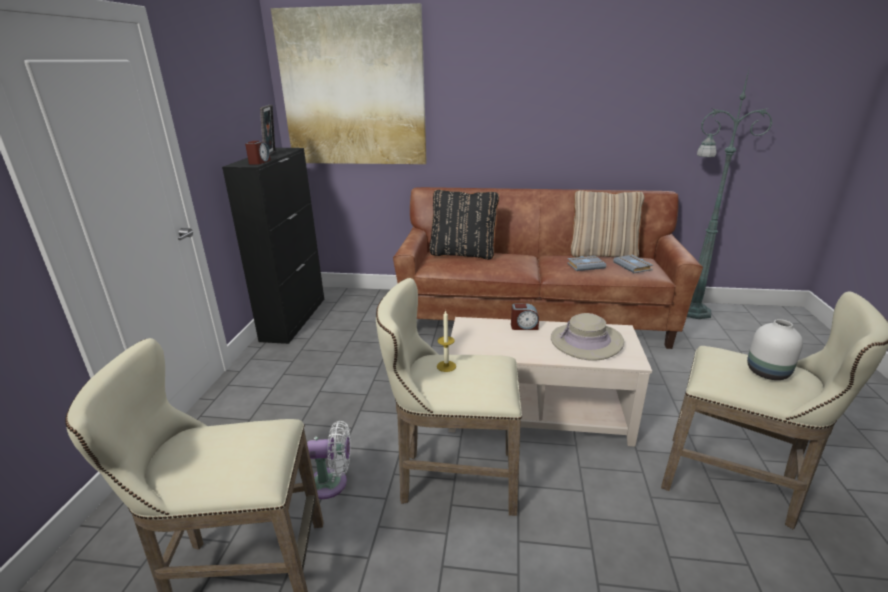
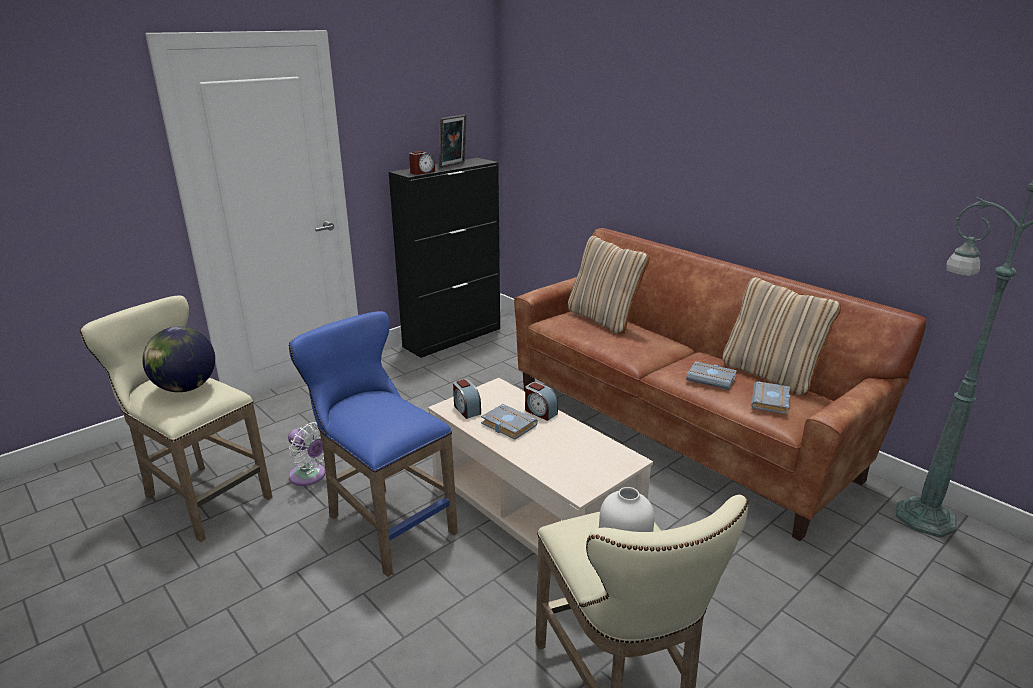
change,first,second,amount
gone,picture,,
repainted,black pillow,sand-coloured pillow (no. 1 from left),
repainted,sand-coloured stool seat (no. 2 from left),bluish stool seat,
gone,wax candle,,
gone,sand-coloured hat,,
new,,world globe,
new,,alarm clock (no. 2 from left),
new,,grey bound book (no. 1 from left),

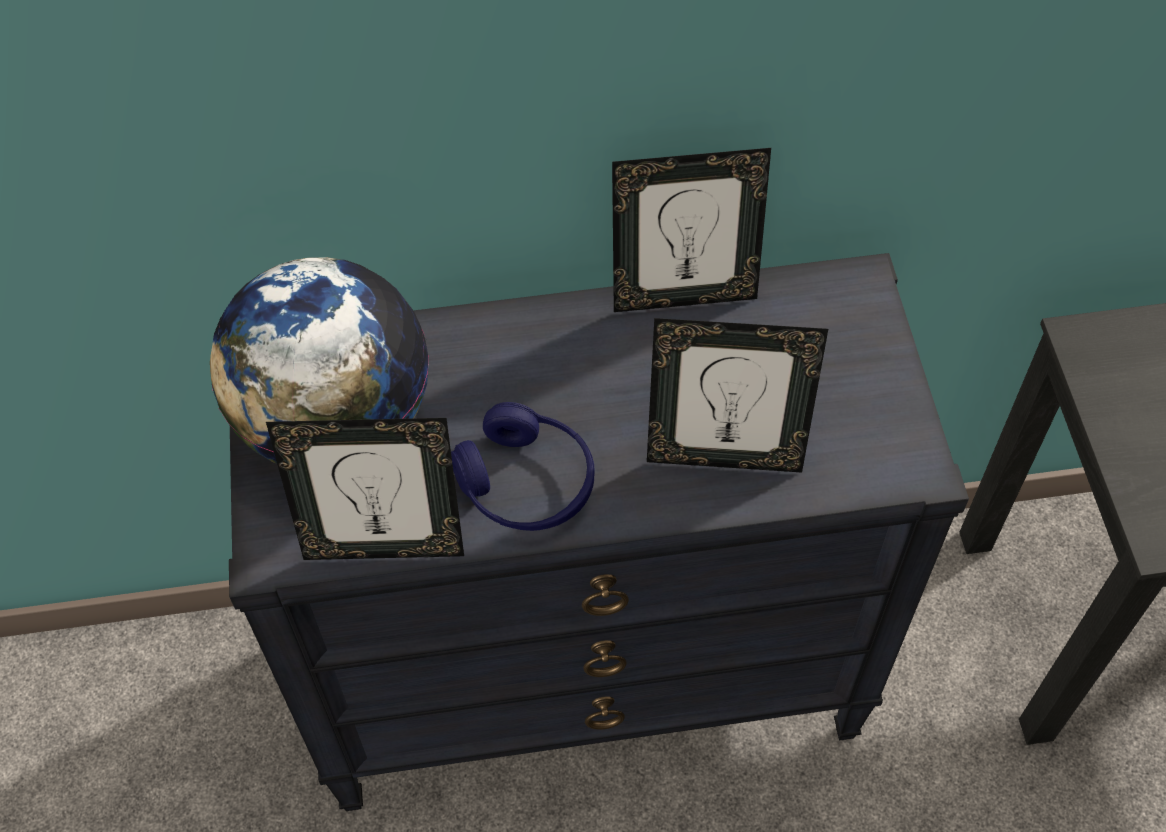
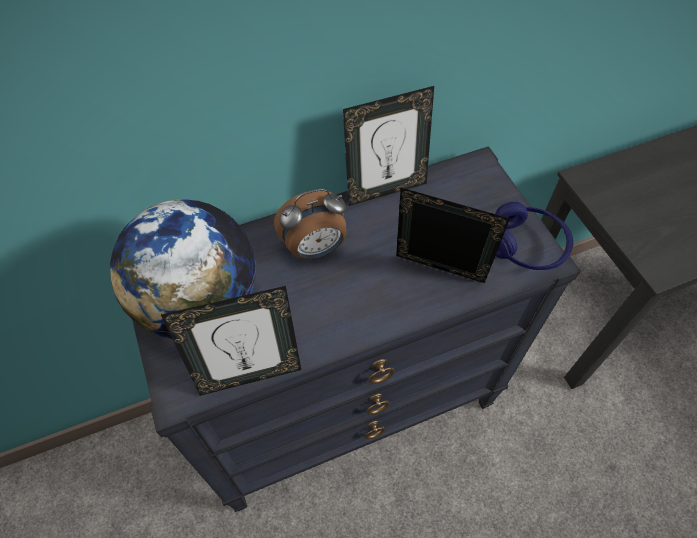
change,first,second,amount
rotated,standing frame (no. 3 from left),,150 degrees counterclockwise
shifted,bluish headset,,
new,,alarm clock,

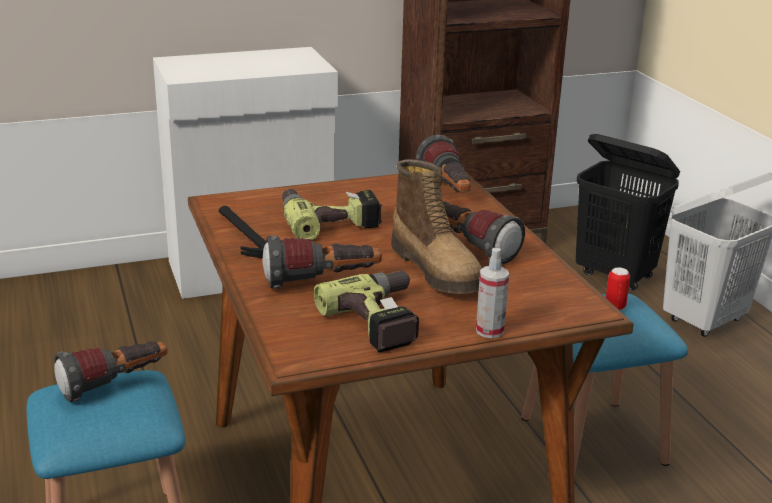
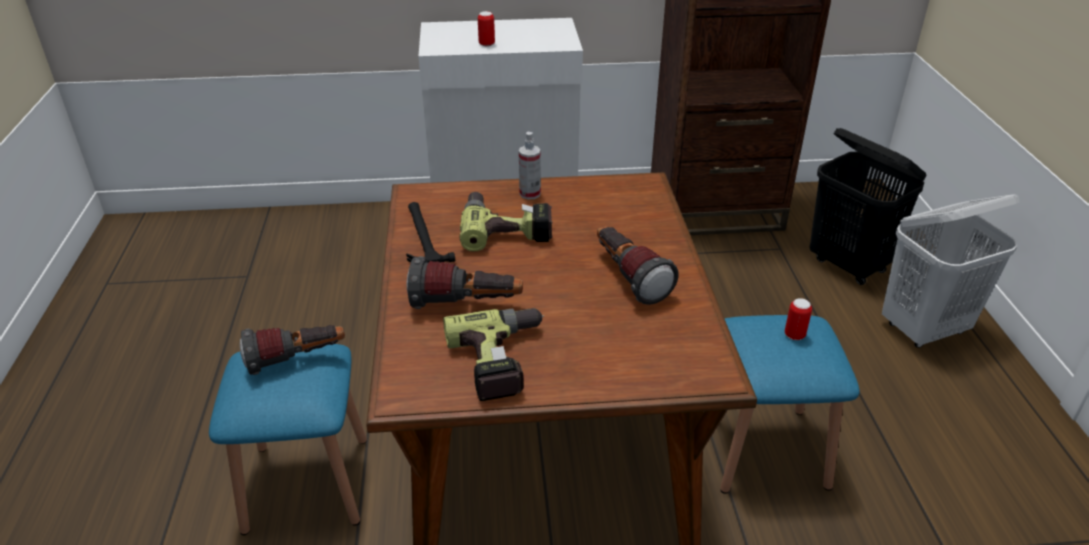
change,first,second,amount
gone,flashlight (no. 3 from left),,
gone,high-top boot,,
shifted,spray bottle,,
new,,metal can (no. 1 from left),

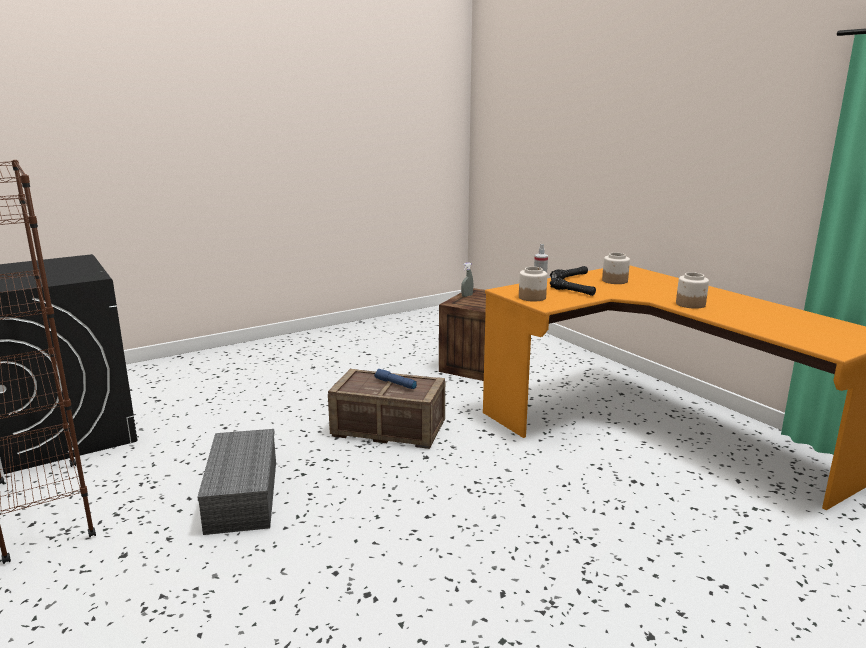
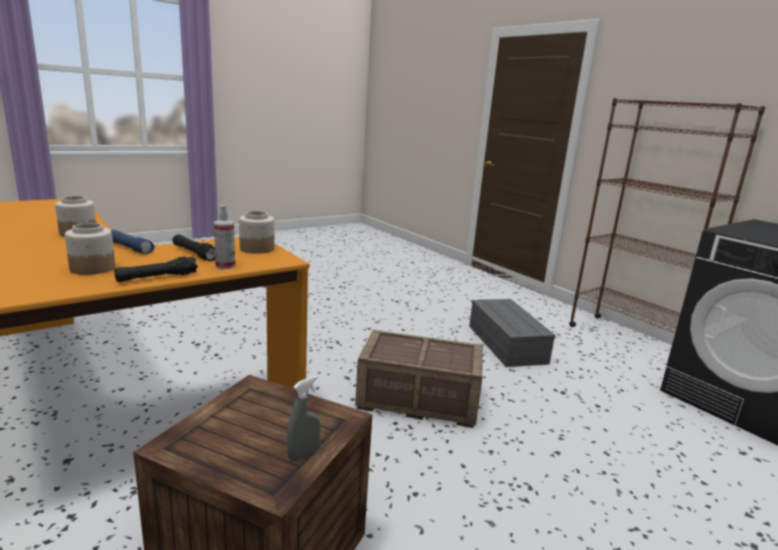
change,first,second,amount
shifted,bluish flashlight,,

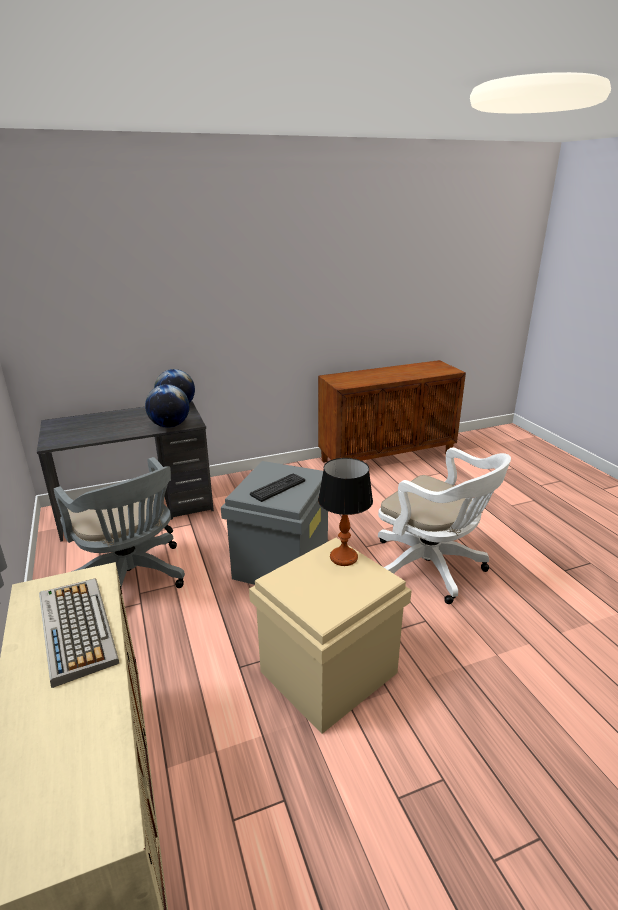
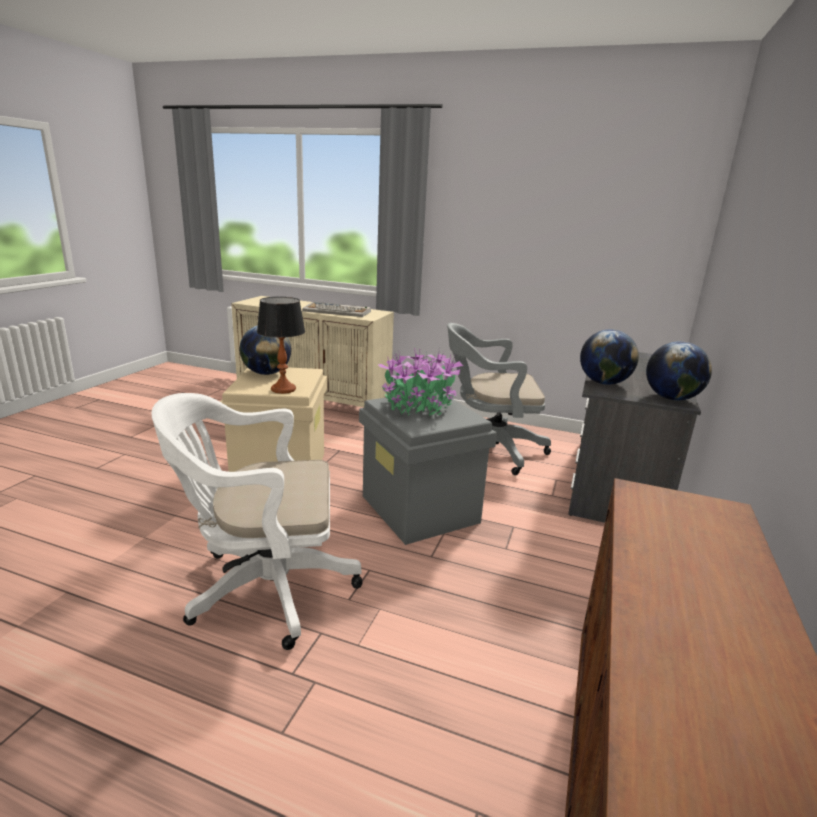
change,first,second,amount
swapped,computer keyboard (no. 2 from left),potted plant,
new,,world globe (no. 1 from left),

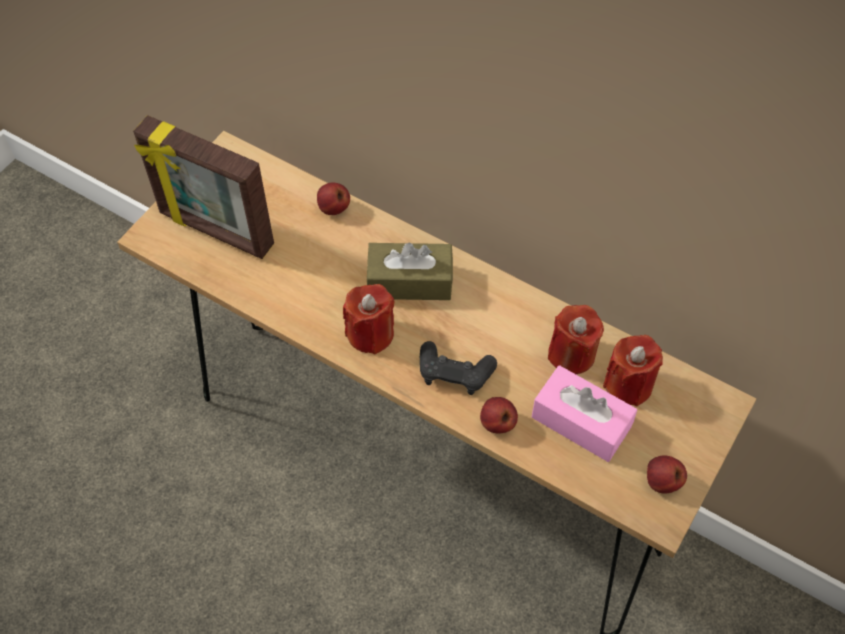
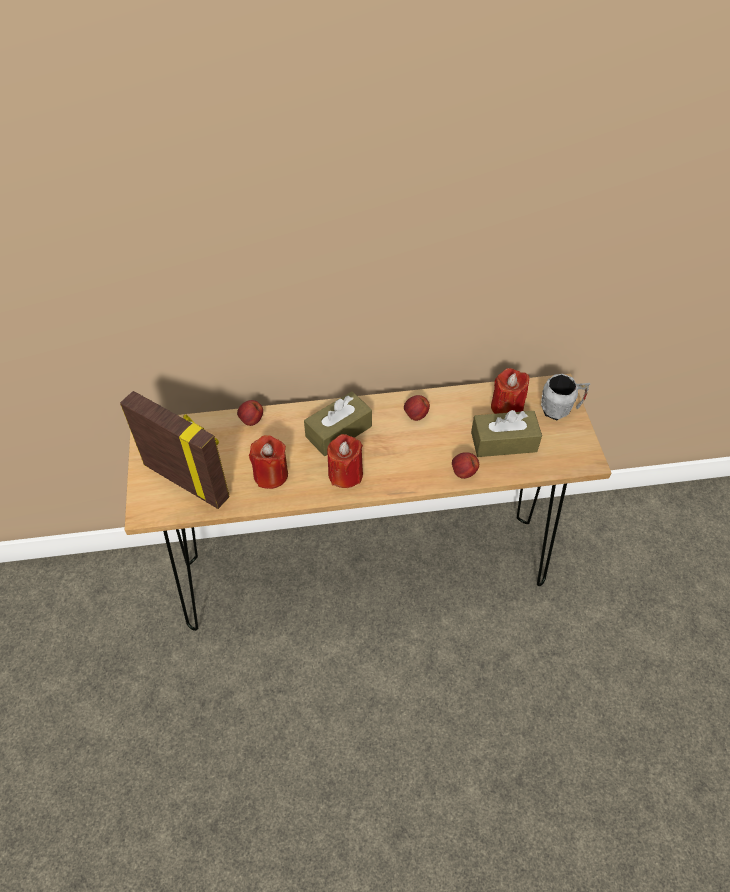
change,first,second,amount
rotated,standing frame,,135 degrees counterclockwise
shifted,reddish wax candle (no. 2 from left in the first image),reddish wax candle (no. 1 from left),
gone,black gamepad,,
repainted,pink-coloured tissue holder,brownish tissue holder (no. 2 from left),
shifted,apple fruit (no. 3 from left in the first image),apple fruit (no. 2 from left),
new,,grey tea mug,

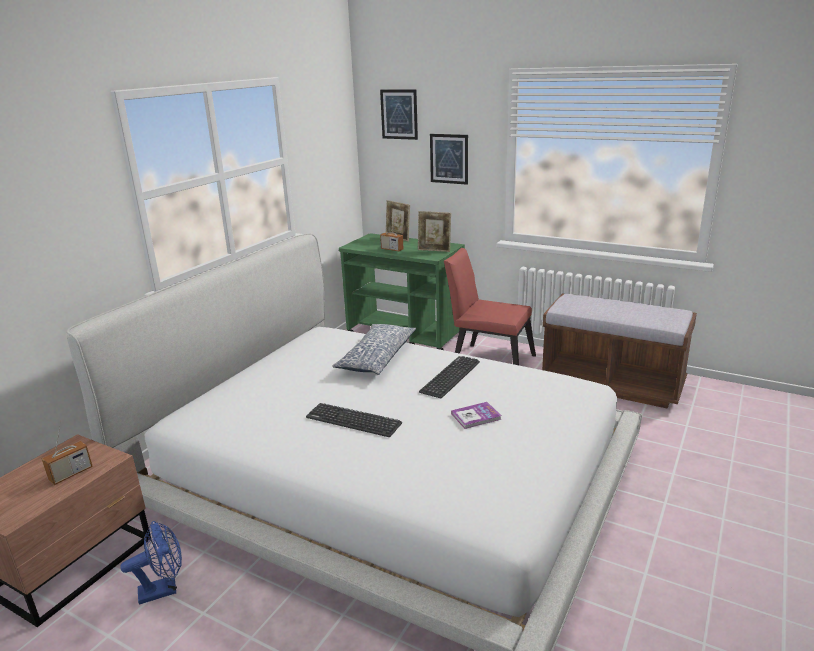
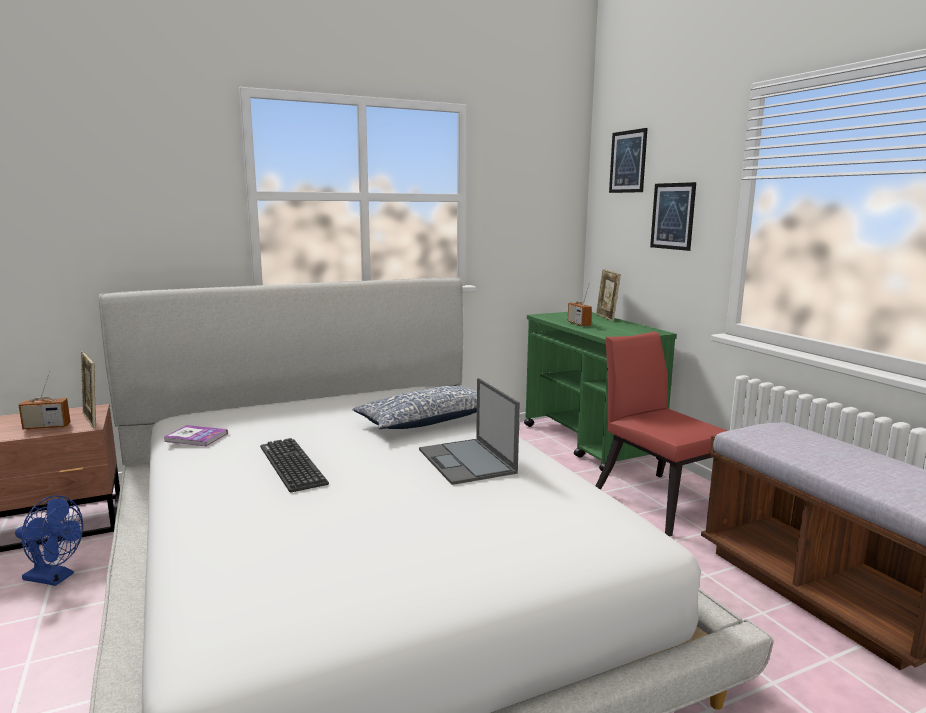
change,first,second,amount
shifted,standing frame (no. 2 from left in the first image),standing frame (no. 1 from left),
swapped,computer keyboard (no. 2 from left),portable computer,
shifted,bound book,,

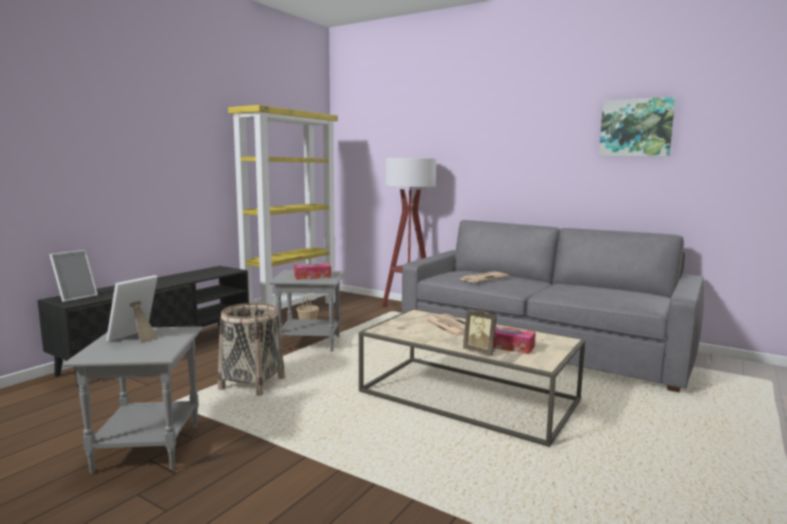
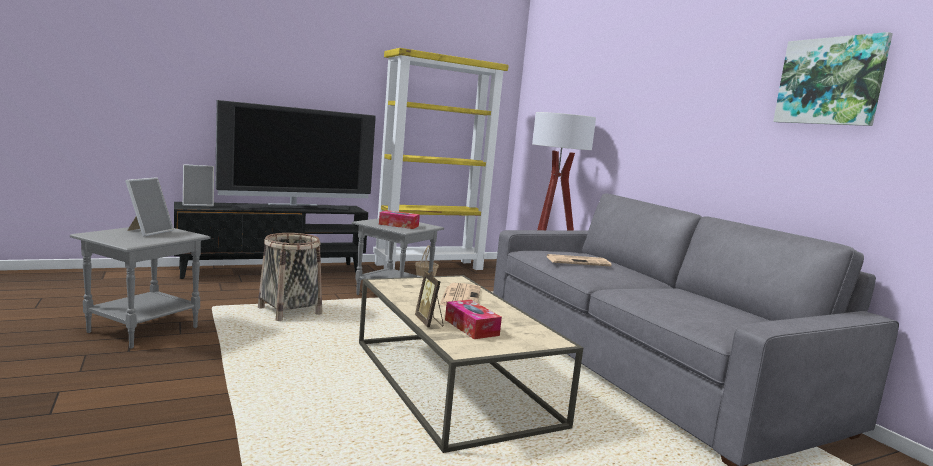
change,first,second,amount
rotated,standing frame (no. 2 from left in the first image),standing frame (no. 1 from left),135 degrees clockwise
new,,television,

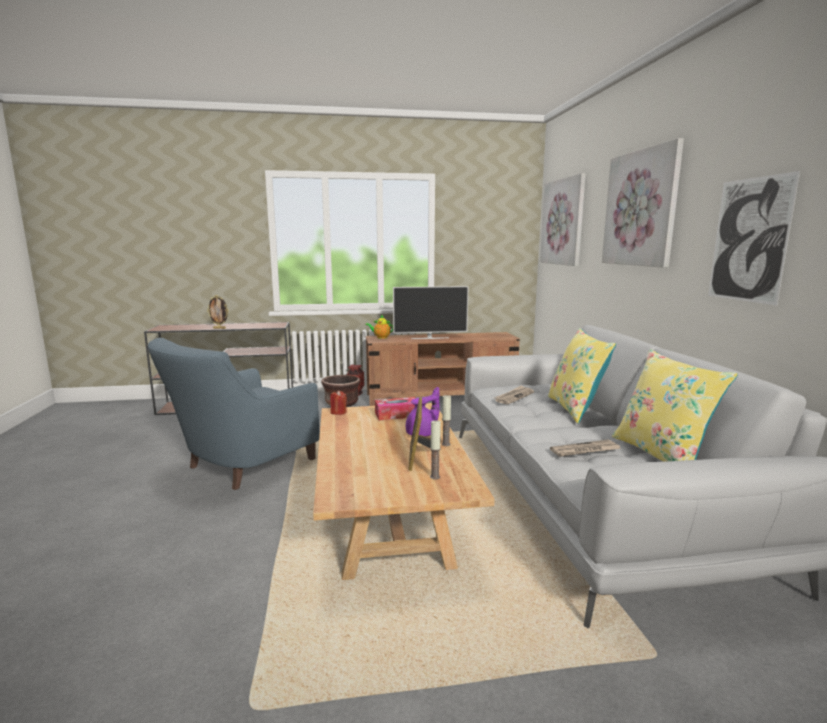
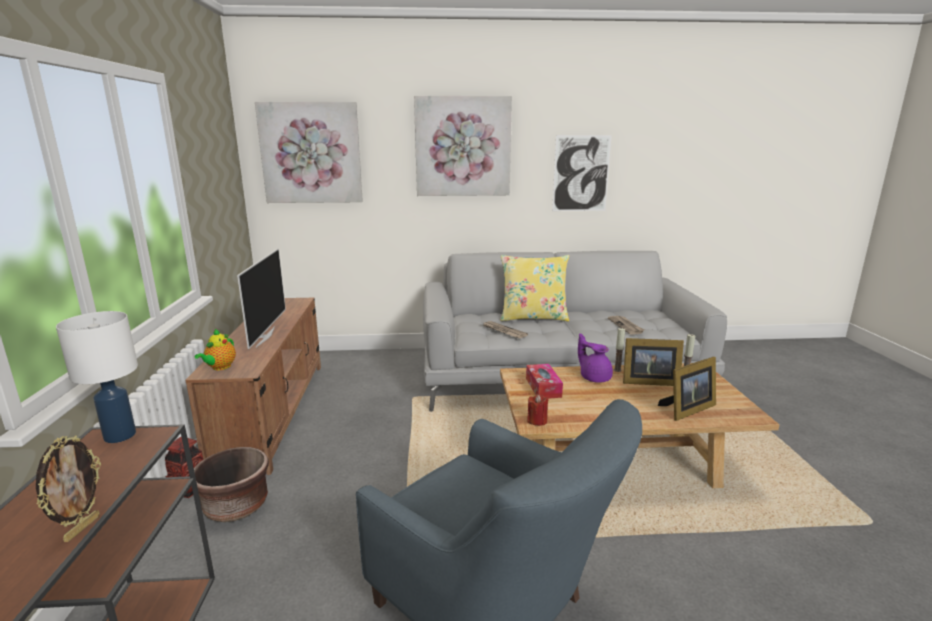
change,first,second,amount
gone,yellowish pillow (no. 2 from left),,
new,,white table lamp,
new,,standing frame (no. 3 from left),

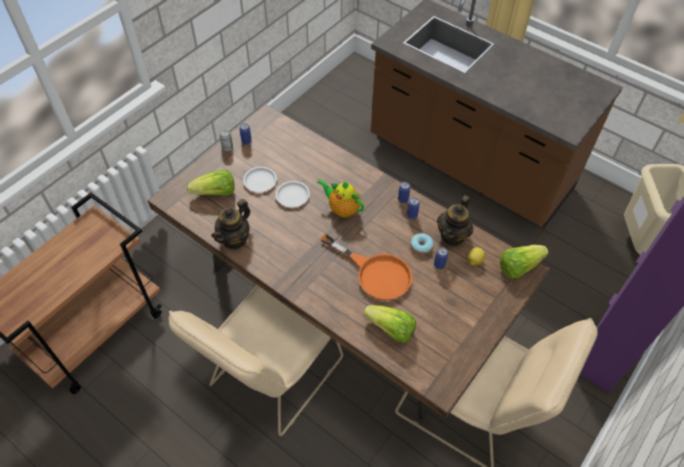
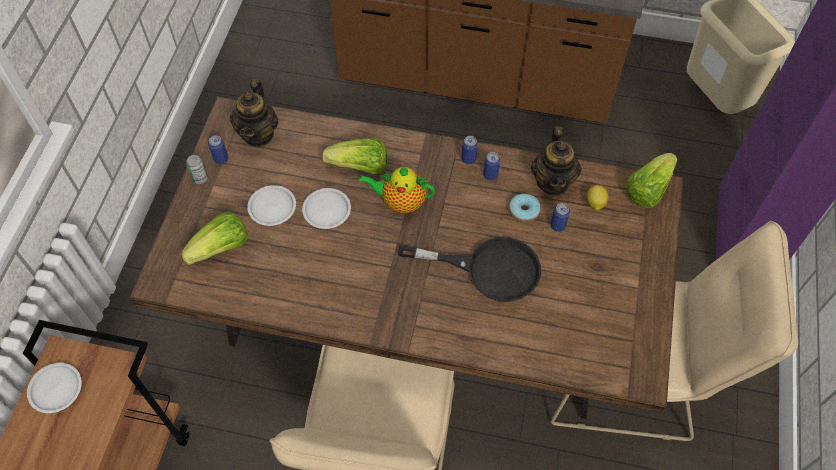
change,first,second,amount
shifted,teapot (no. 1 from left),,
repainted,orange skillet,black skillet,
shifted,lettuce (no. 2 from left),,
new,,white plate (no. 1 from left),

